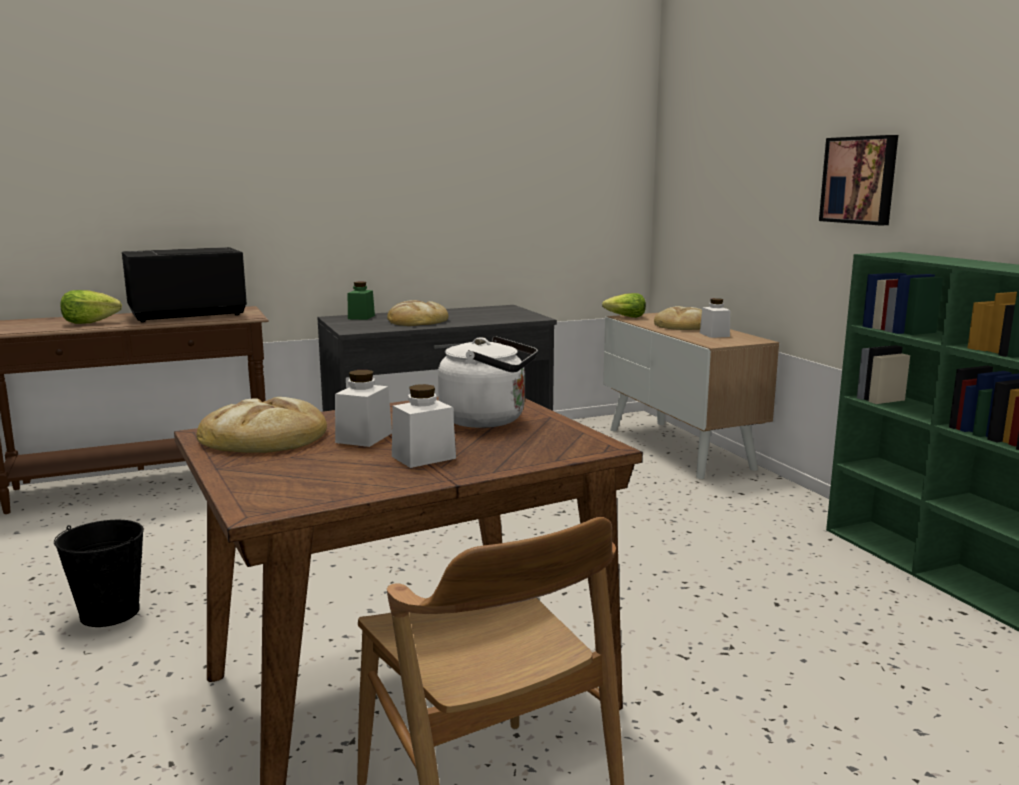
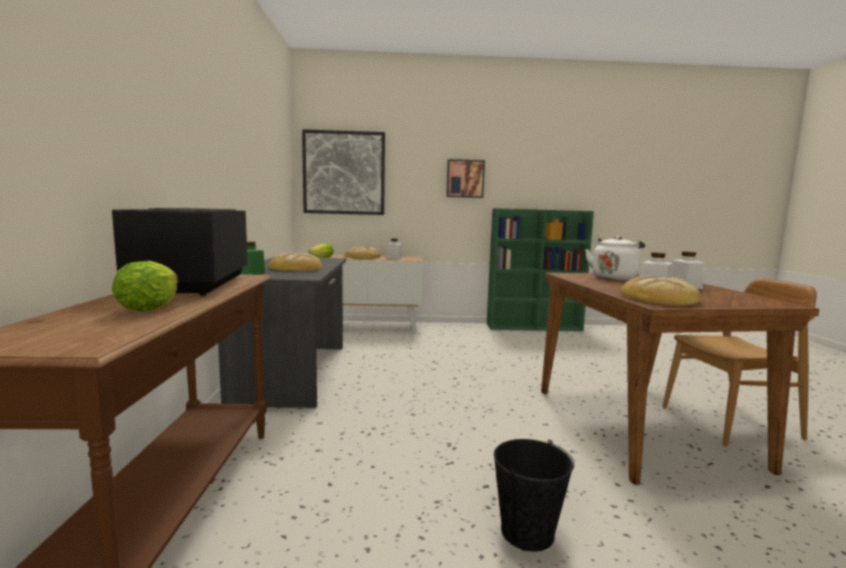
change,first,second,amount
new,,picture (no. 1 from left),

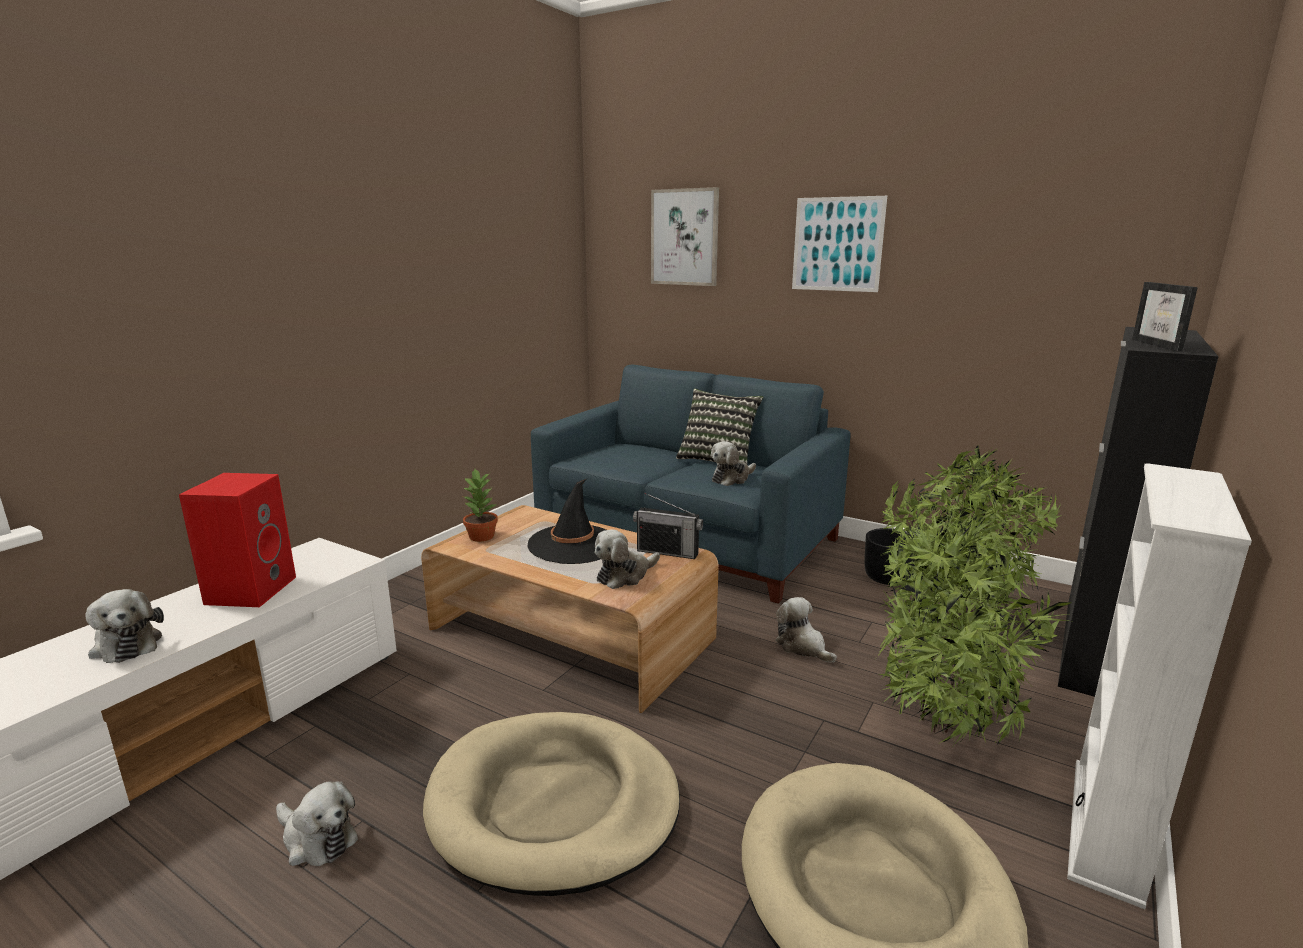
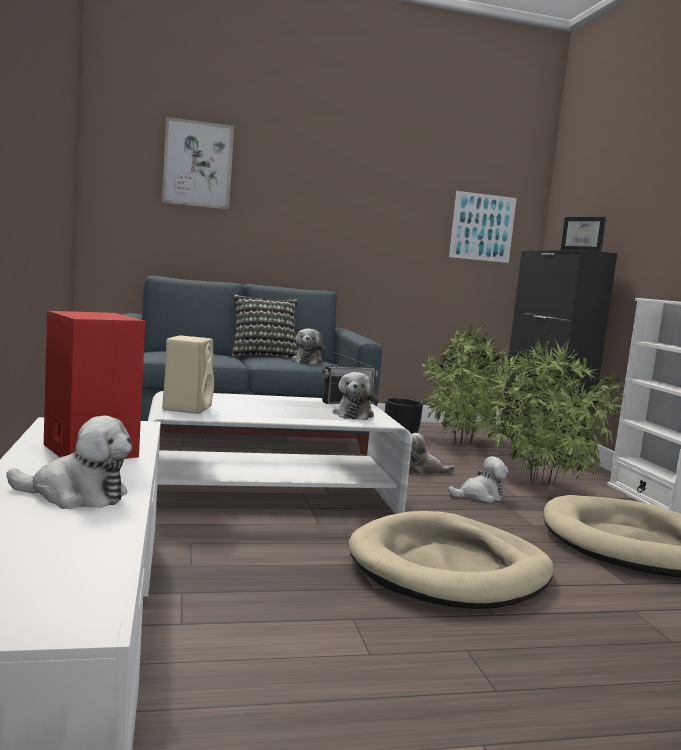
change,first,second,amount
shifted,picture (no. 2 from left),,
swapped,potted plant (no. 1 from left),sand-coloured audio speaker,
gone,black hat,,
repainted,brownish coffee table,white coffee table,
shifted,cuddly toy (no. 2 from left in the first image),cuddly toy (no. 5 from left),

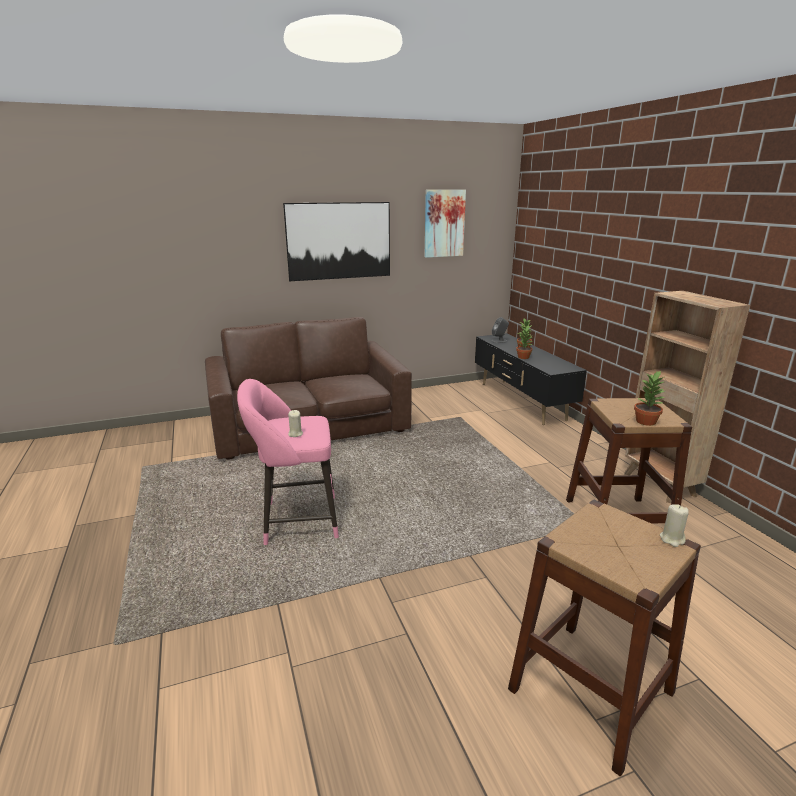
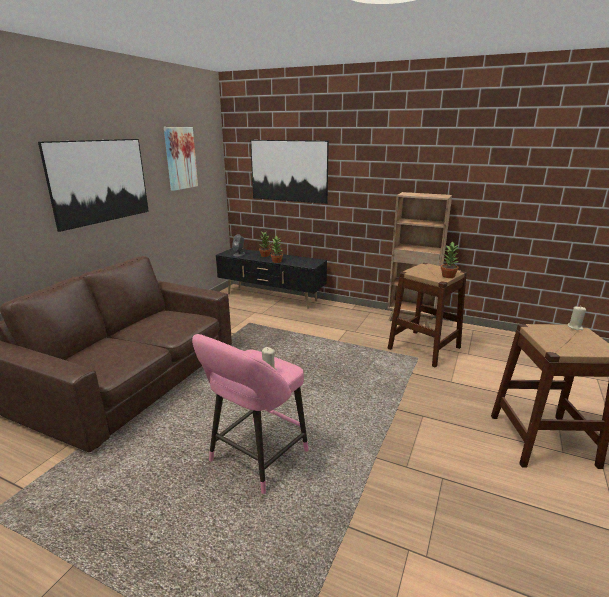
change,first,second,amount
new,,picture (no. 3 from left),

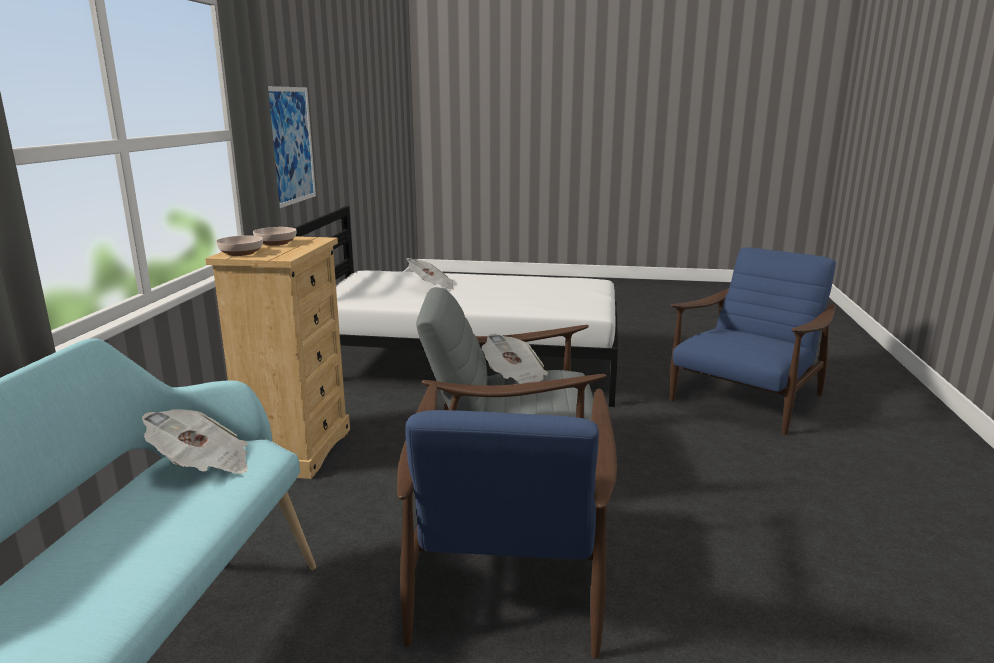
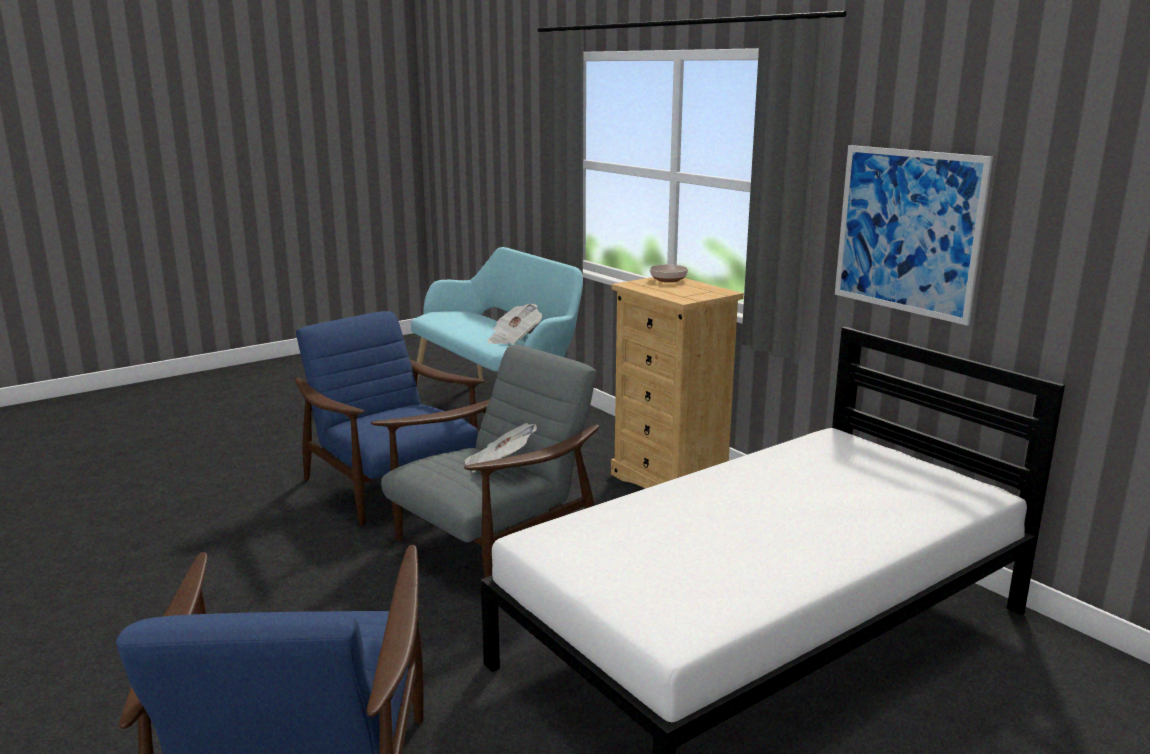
change,first,second,amount
gone,deep dish (no. 2 from left),,
gone,daily paper (no. 2 from left),,

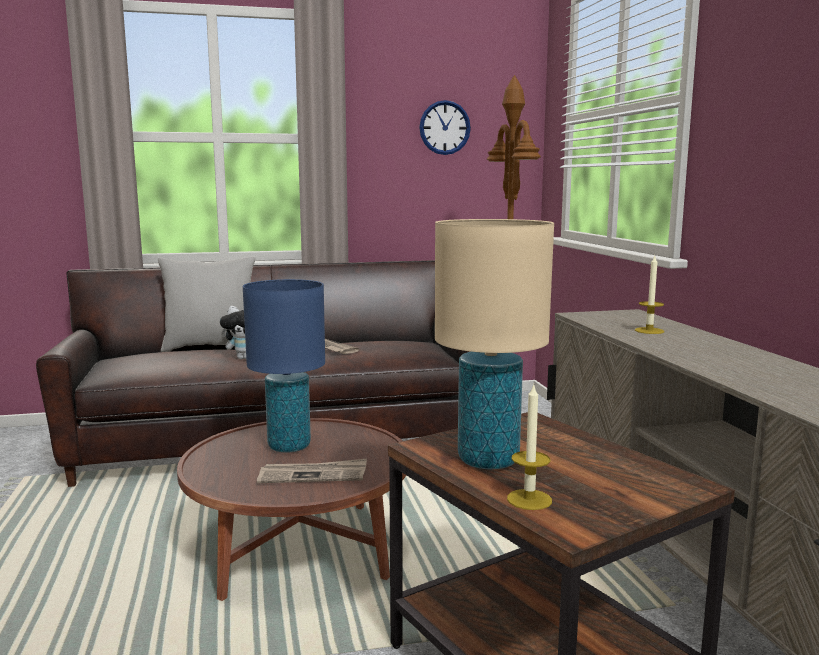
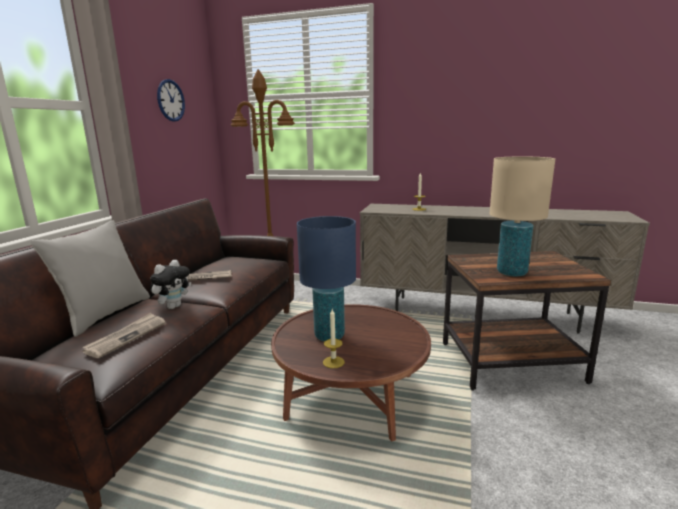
change,first,second,amount
shifted,wax candle (no. 1 from left),,
shifted,daily paper (no. 1 from left),,

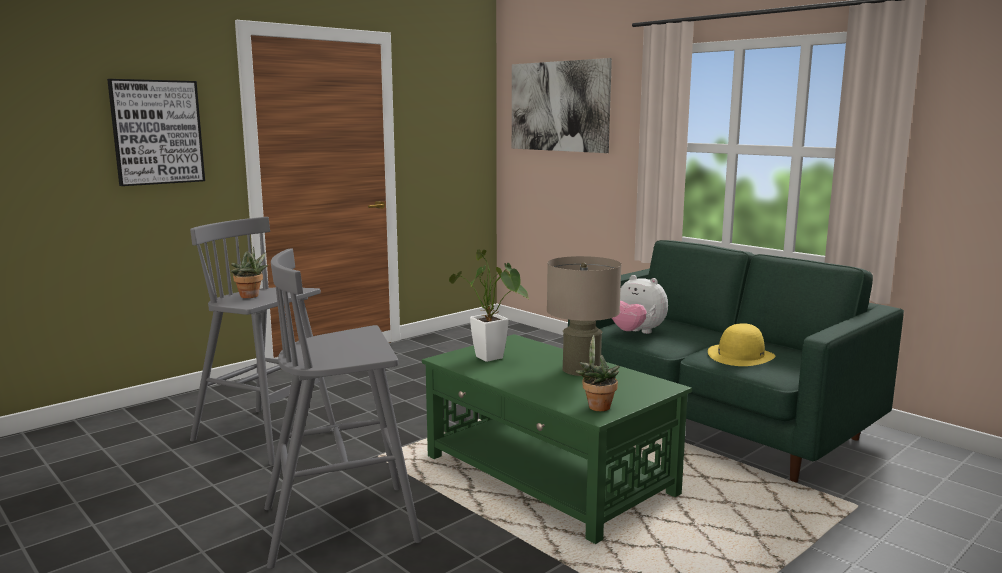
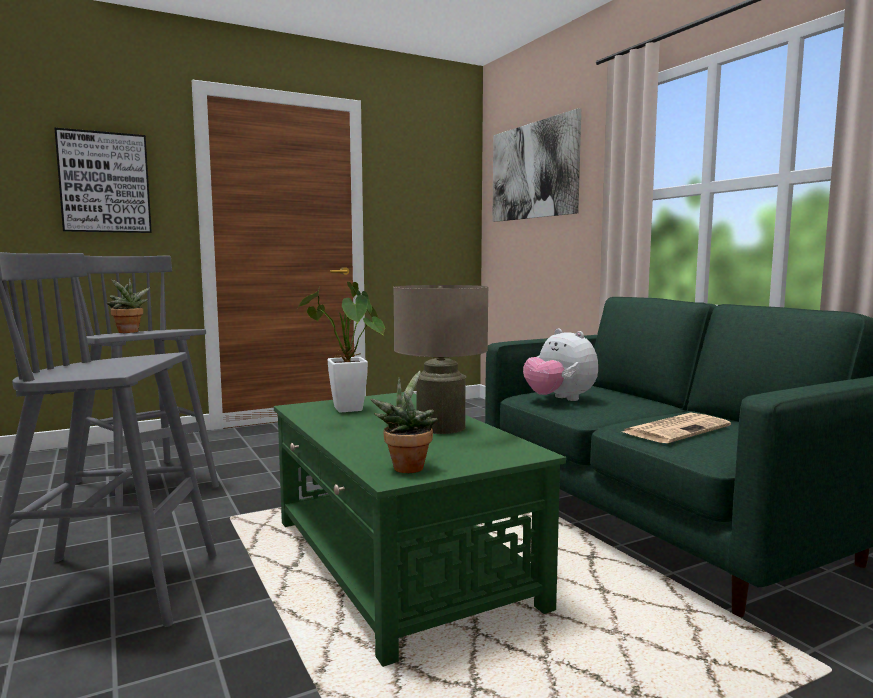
change,first,second,amount
swapped,yellowish hat,daily paper,

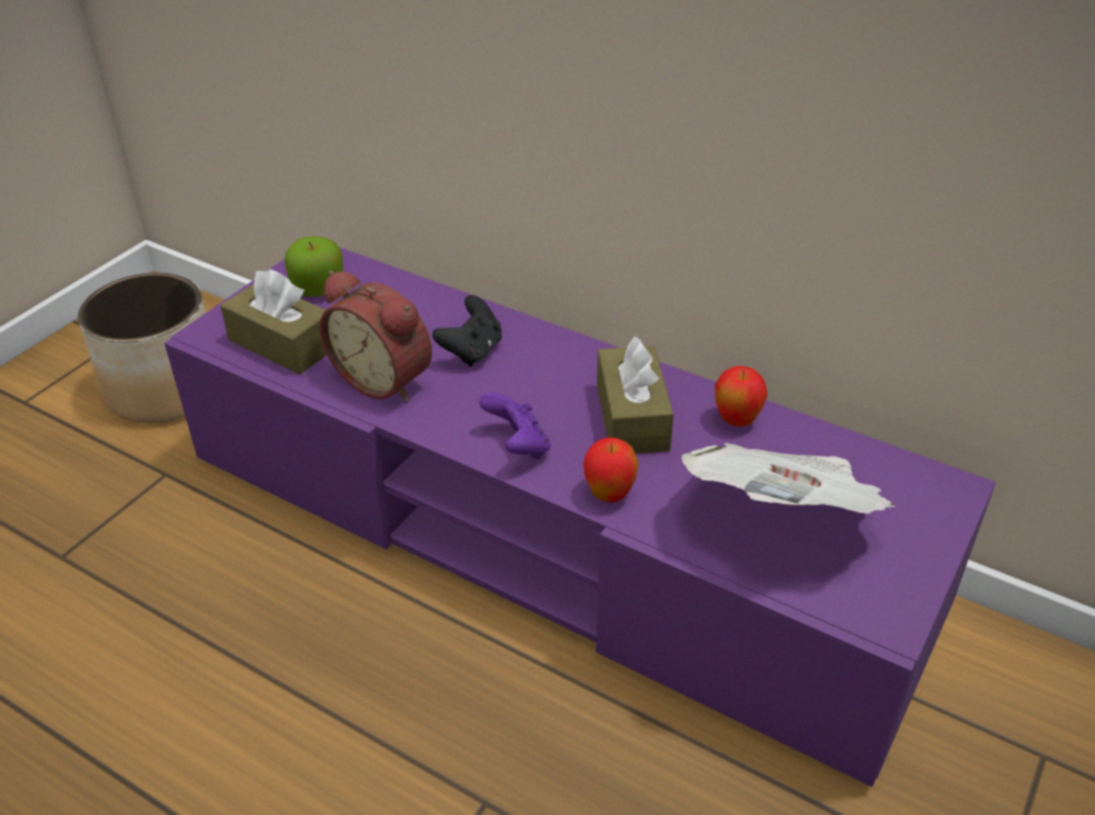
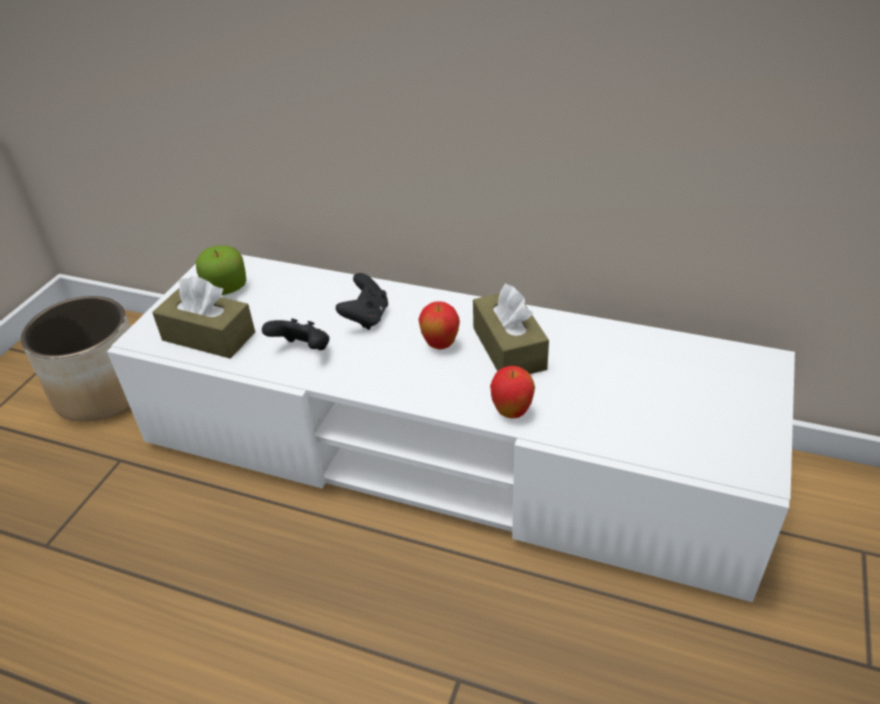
change,first,second,amount
repainted,purple media console,white media console,
swapped,alarm clock,black gamepad (no. 1 from left),
shifted,apple fruit (no. 3 from left in the first image),apple fruit (no. 2 from left),
gone,purple gamepad,,
gone,daily paper,,

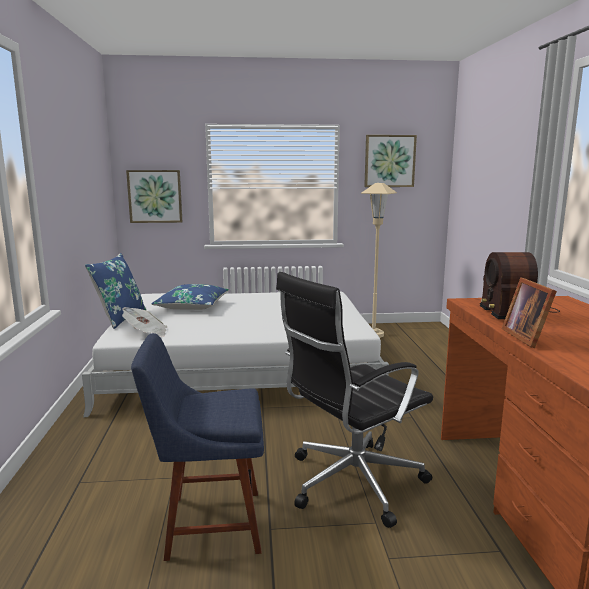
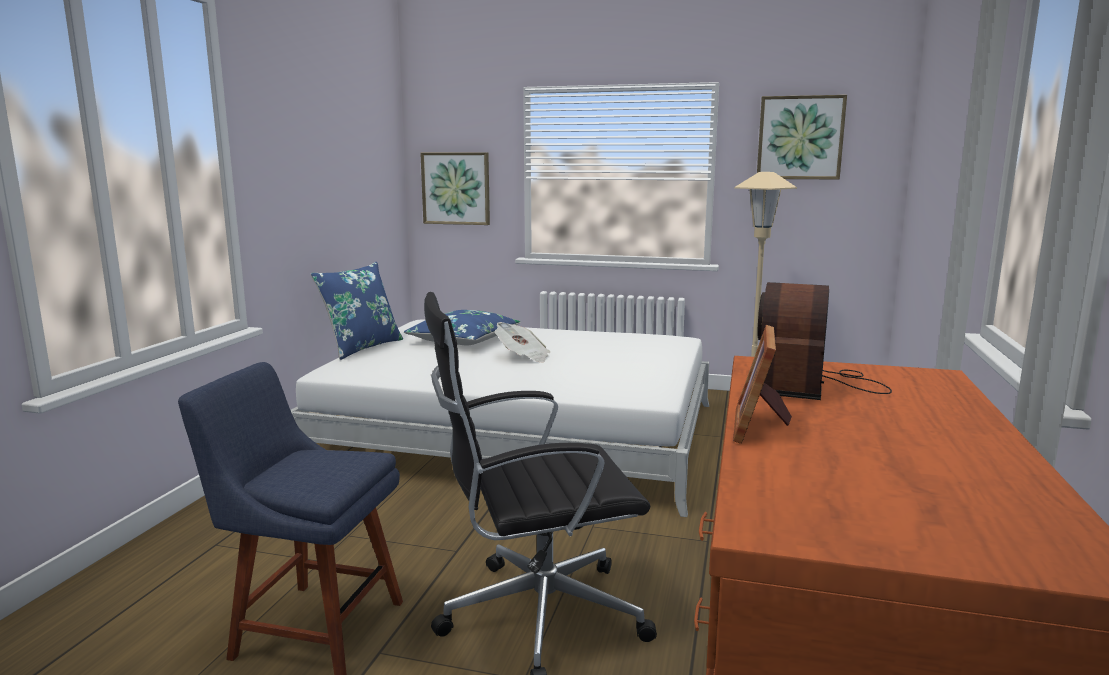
change,first,second,amount
shifted,daily paper,,

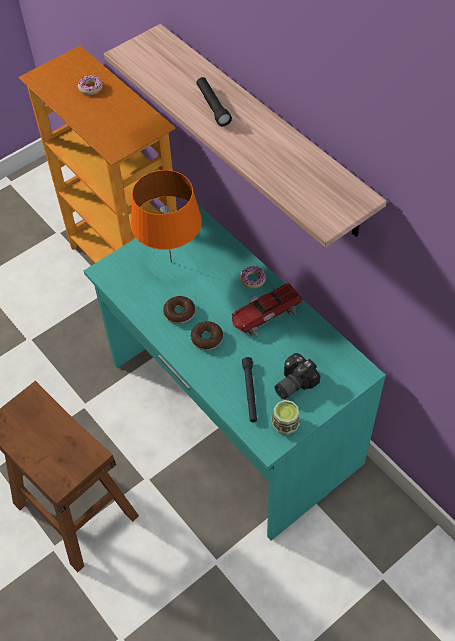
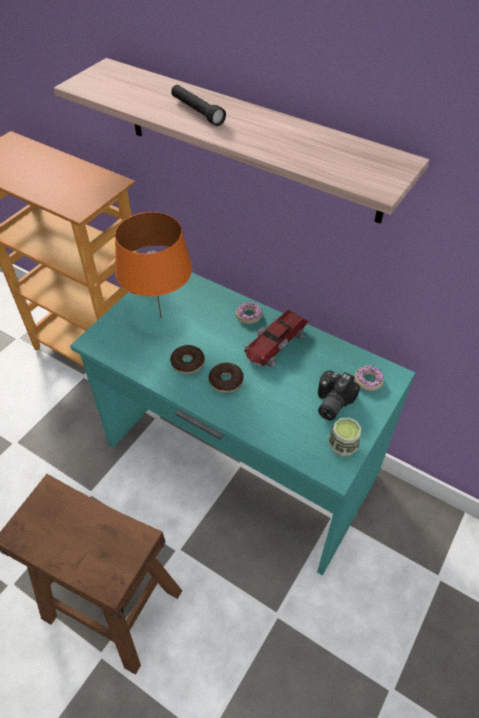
change,first,second,amount
shifted,doughnut (no. 1 from left in the first image),doughnut (no. 4 from left),
gone,black flashlight (no. 2 from left),,

